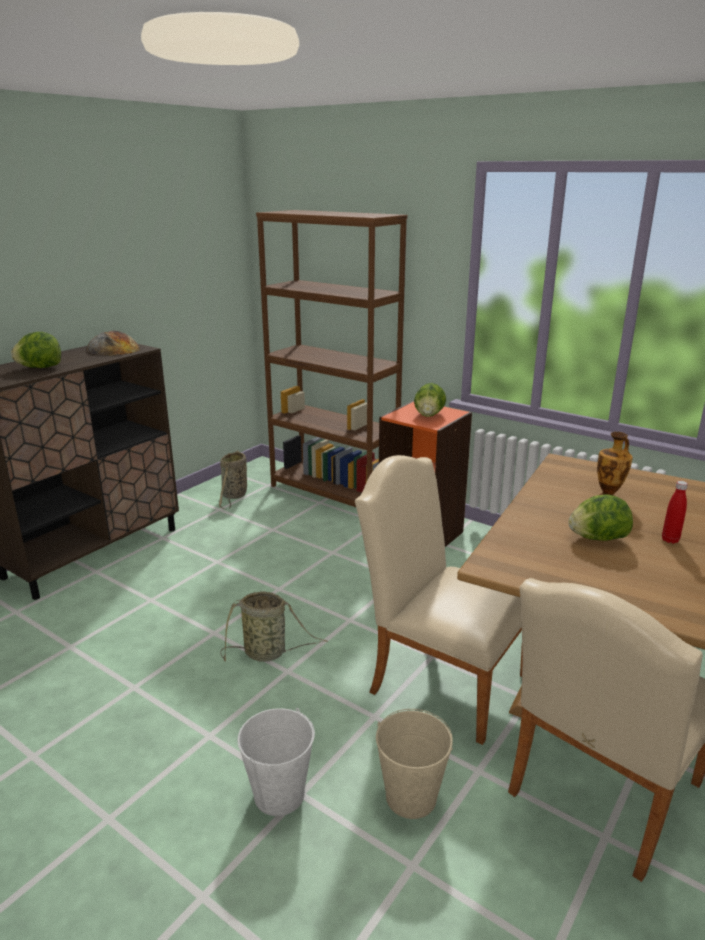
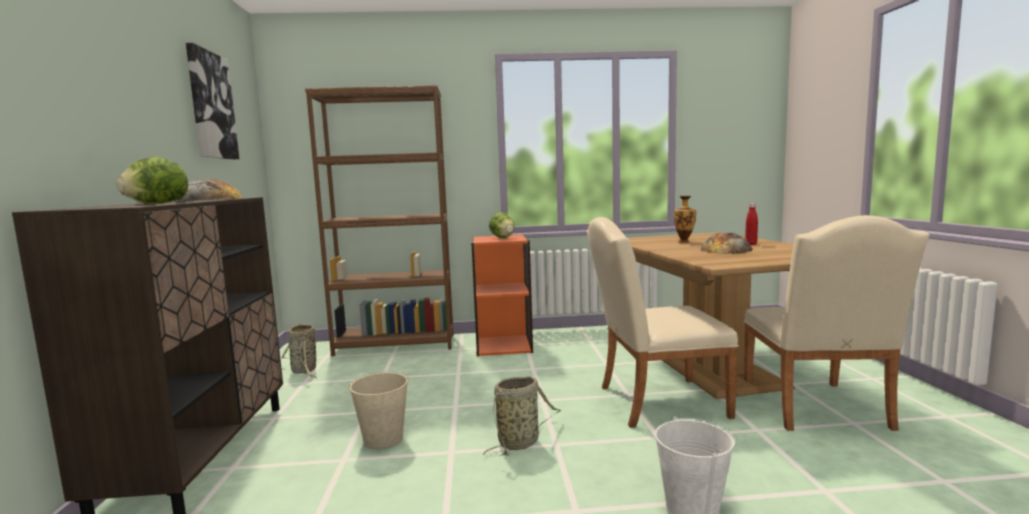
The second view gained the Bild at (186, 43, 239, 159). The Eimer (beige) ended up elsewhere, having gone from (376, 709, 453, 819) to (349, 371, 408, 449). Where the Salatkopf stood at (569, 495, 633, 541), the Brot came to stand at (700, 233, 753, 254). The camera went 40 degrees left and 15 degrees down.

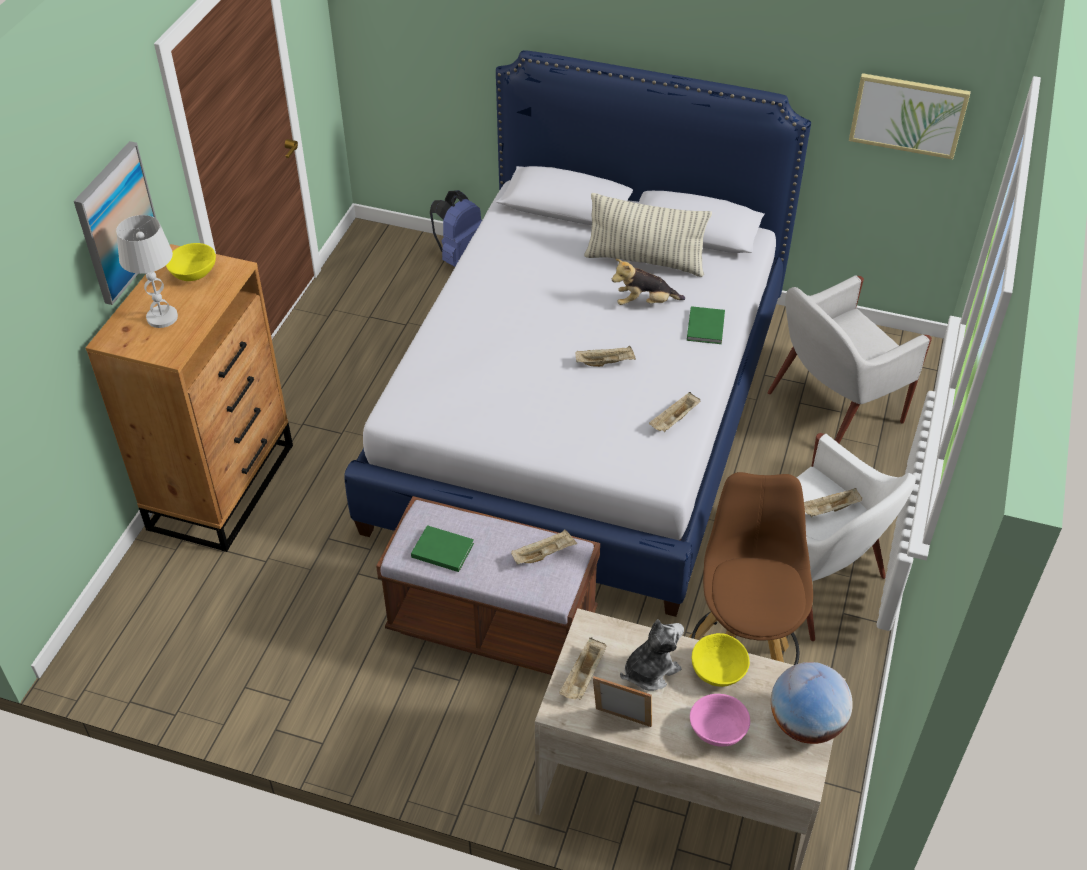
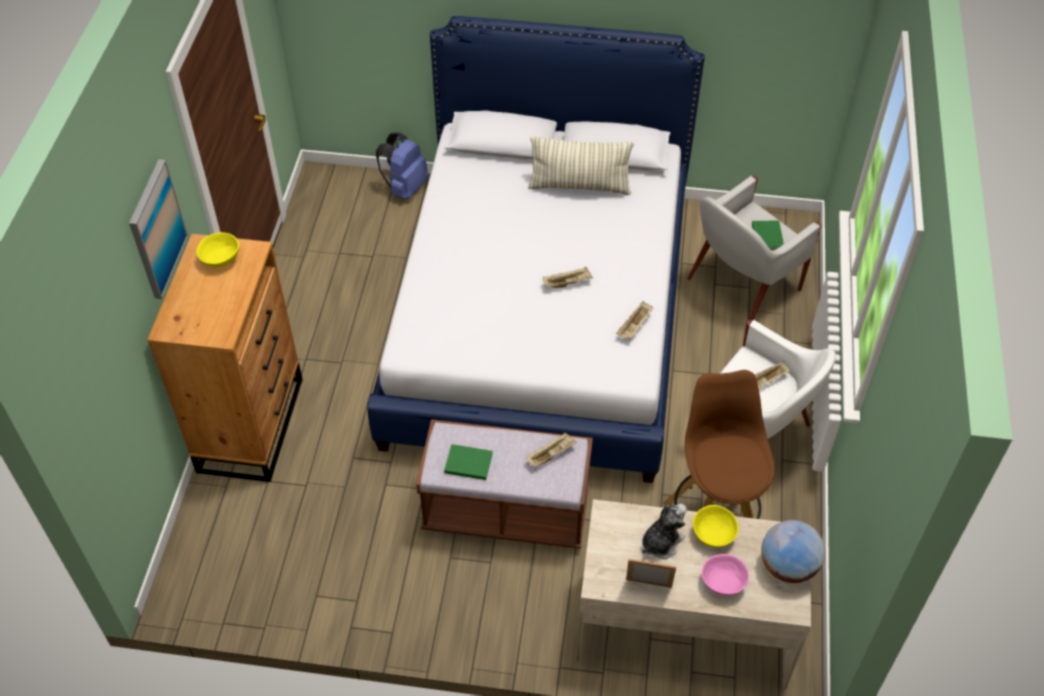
The second view lost the Tischlampe (weiß) at (116, 215, 178, 328). The second view lost the Tablett (beige) at (559, 637, 607, 700). The second view lost the Plüschtier at (612, 259, 685, 305). The second view lost the Bild at (849, 73, 971, 159). The Buch (grün) ended up elsewhere, having gone from (687, 306, 725, 344) to (752, 221, 784, 250). The camera went 10 degrees left and 5 degrees up.

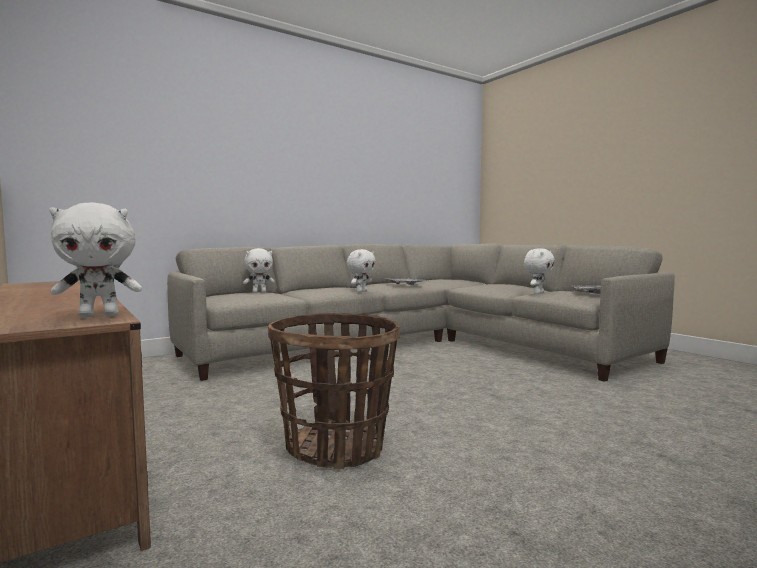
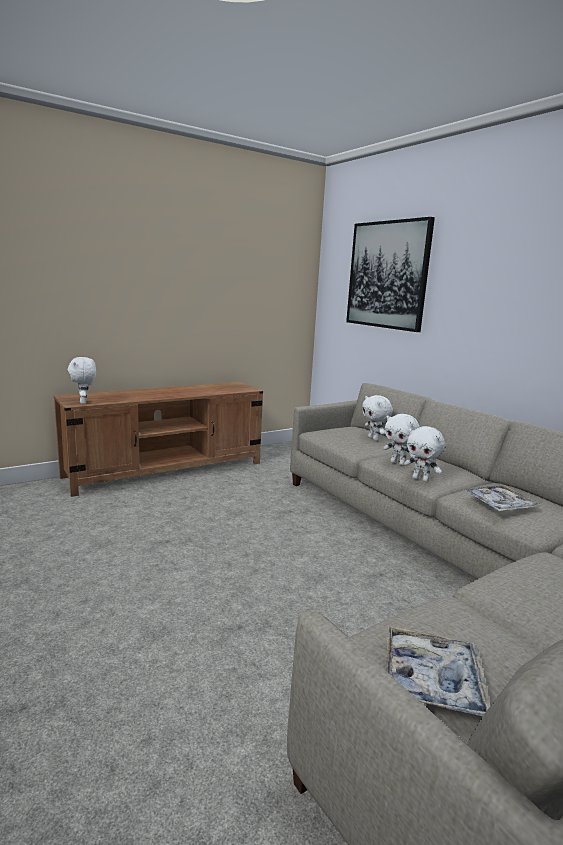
The second view lost the Korb at (268, 313, 400, 470). The second view gained the Bild at (346, 217, 435, 332). The Plüschtier (weiß) ended up elsewhere, having gone from (524, 248, 555, 294) to (383, 414, 420, 466). The camera went 90 degrees right and 10 degrees up.

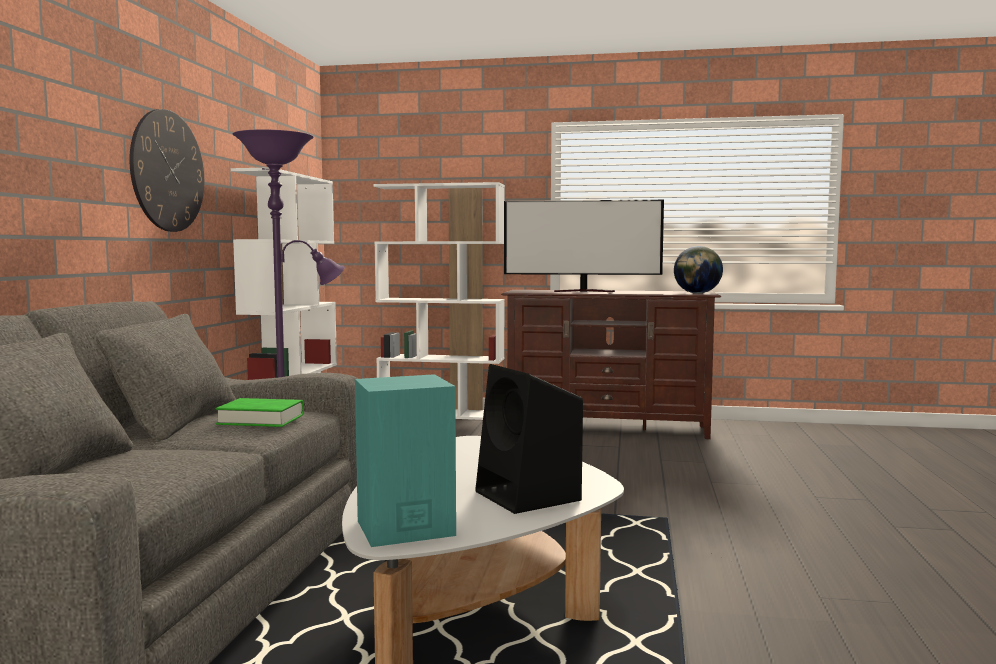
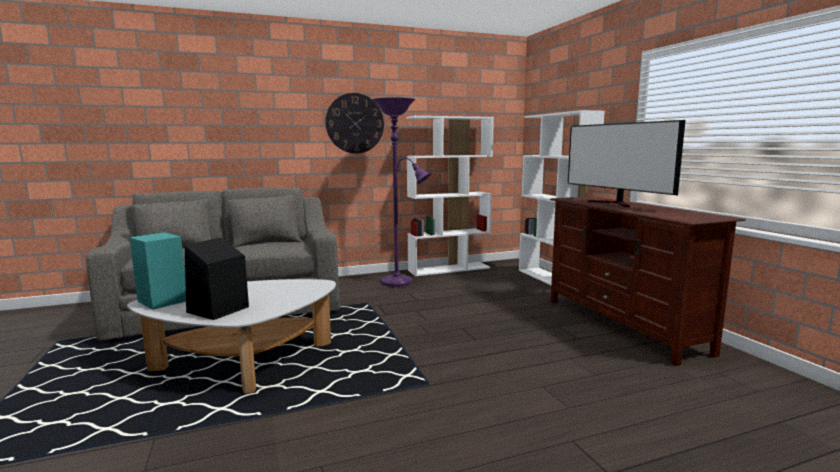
The second view lost the Buch (grün) at (215, 398, 304, 427). The second view lost the Globus at (674, 246, 723, 294). The camera went 60 degrees right and 5 degrees up.

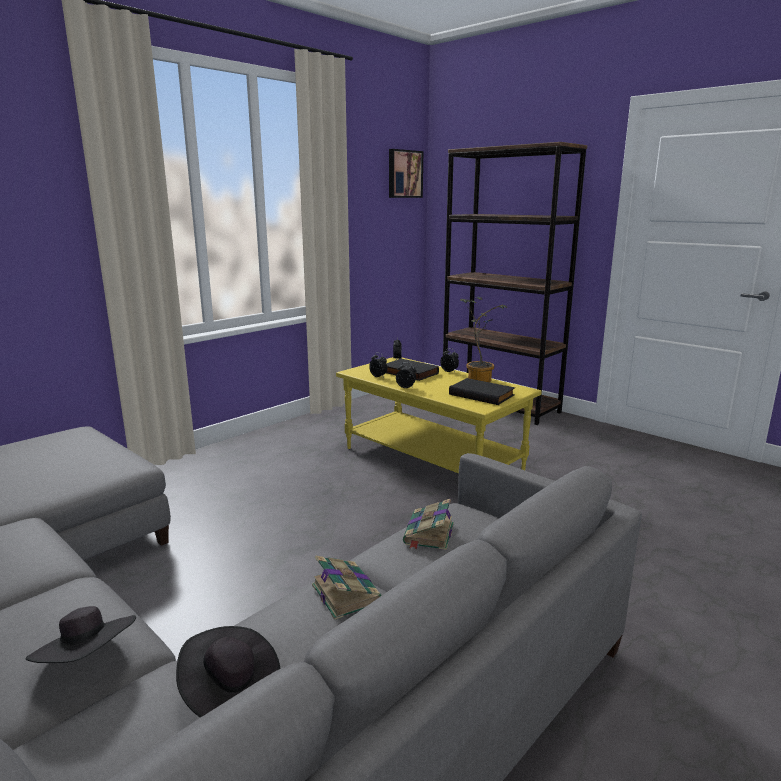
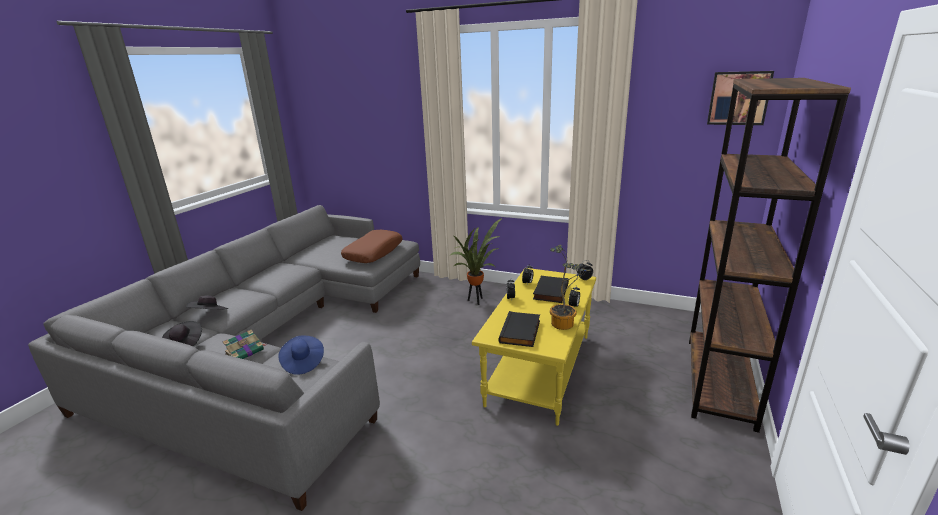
The second view gained the Kissen (braun) at (341, 230, 403, 263). The second view gained the Topfpflanze at (451, 218, 502, 305). Where the Buch stood at (403, 499, 454, 550), the Hut (blau) came to stand at (278, 336, 324, 375). The camera went 70 degrees right and 5 degrees up.

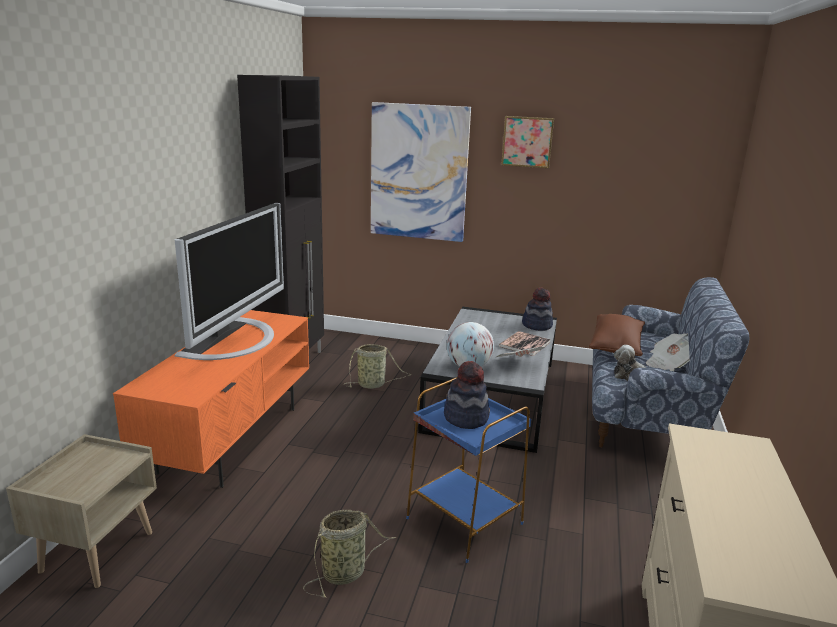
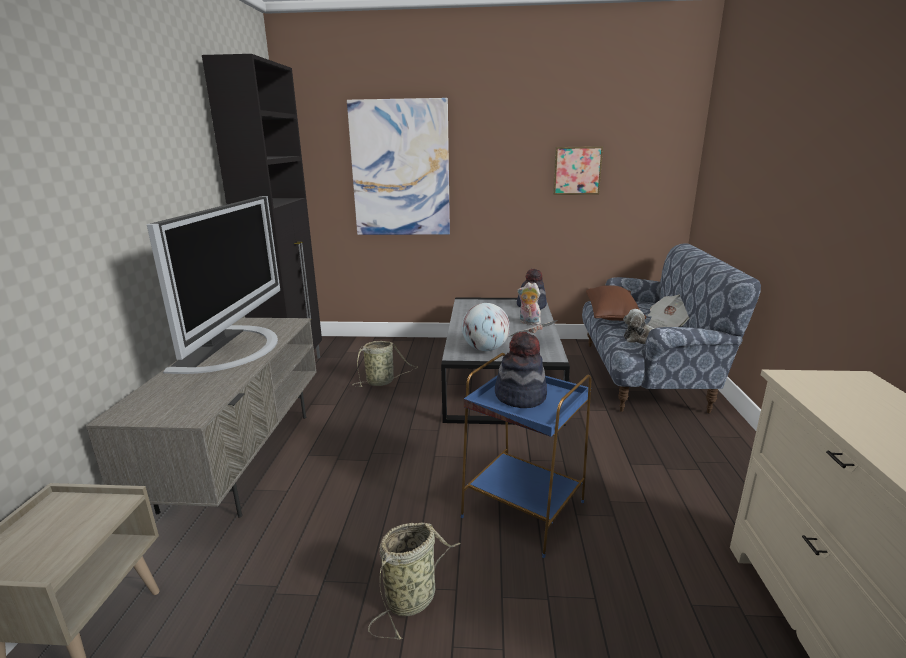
The Bild ended up elsewhere, having gone from (501, 116, 554, 168) to (553, 146, 603, 195). Where the Buch stood at (499, 331, 551, 356), the Plüschtier came to stand at (517, 282, 541, 325). What was the Fernsehschrank (orange) at (113, 310, 309, 488) turned into the Fernsehschrank (grau) at (86, 318, 316, 517). The camera went 10 degrees left and 0 degrees up.

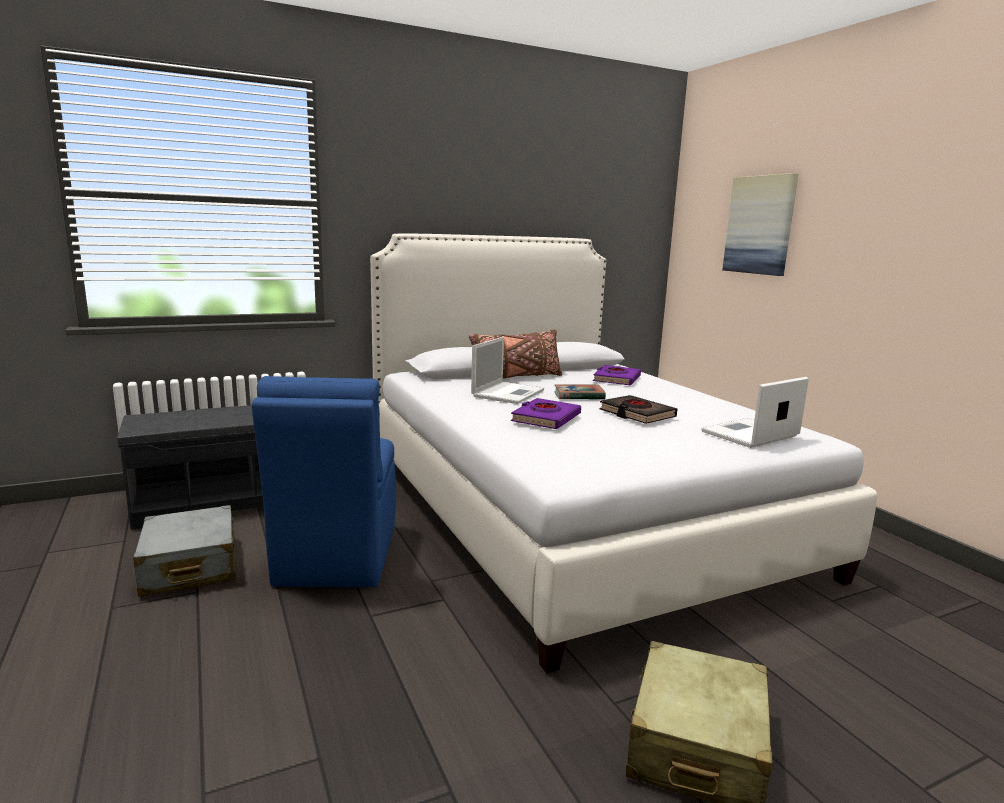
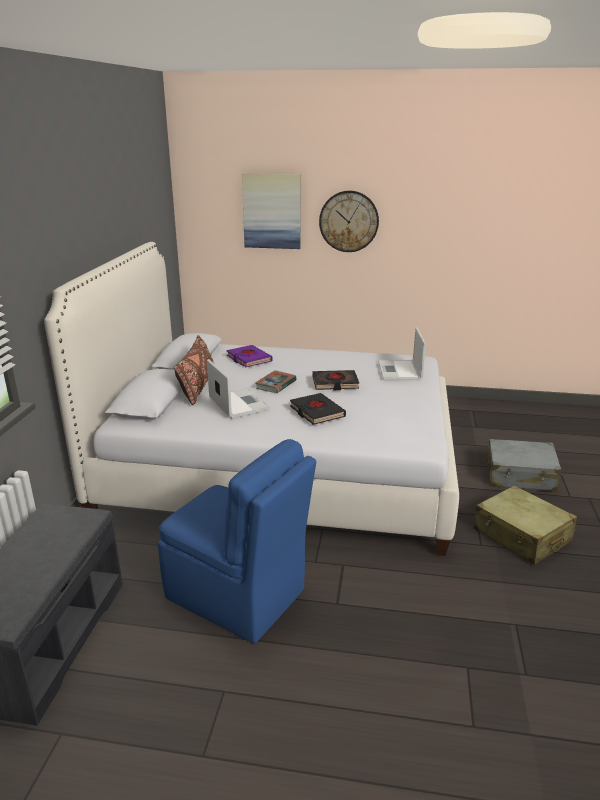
The second view gained the Wanduhr at (319, 191, 379, 252). The Koffer (grau) ended up elsewhere, having gone from (133, 505, 236, 597) to (487, 439, 562, 492). What was the Buch (lila) at (511, 398, 581, 429) turned into the Buch (schwarz) at (290, 393, 346, 425). The camera went 55 degrees left and 10 degrees up.

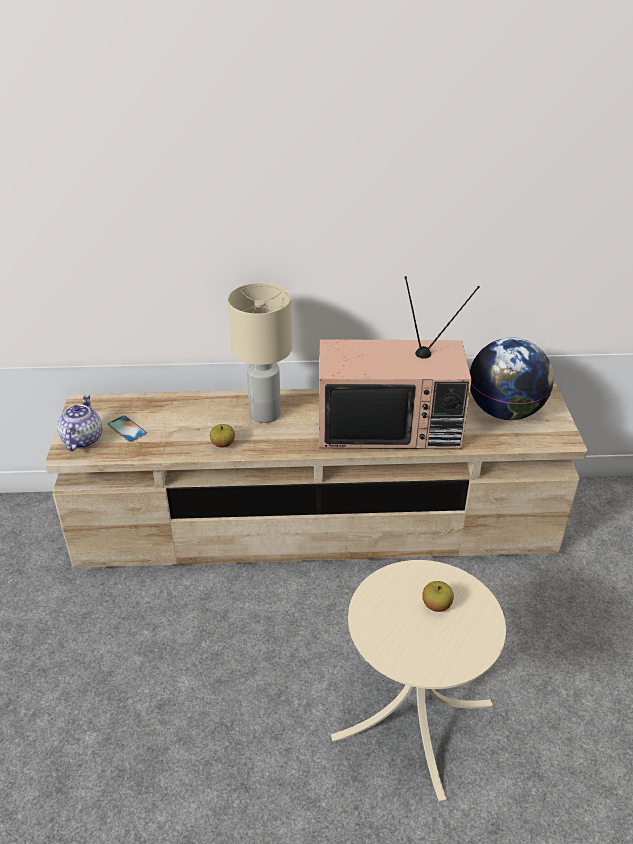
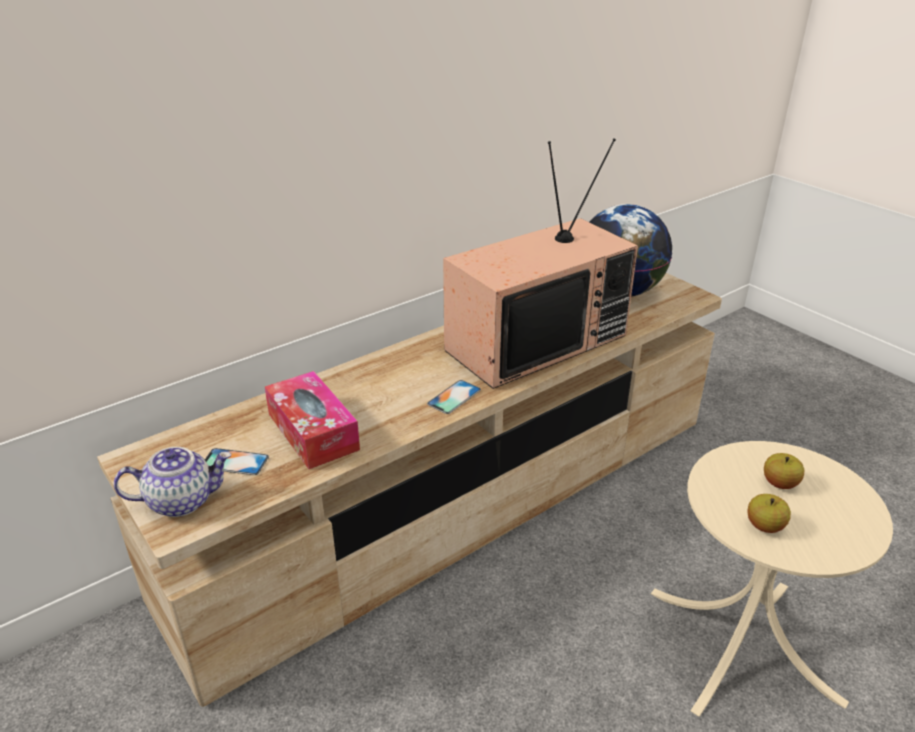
The second view lost the Tischlampe (beige) at (228, 283, 292, 423). The second view gained the Taschentuchbox at (265, 371, 360, 469). The second view gained the Handy at (427, 380, 481, 414). The Apfel ended up elsewhere, having gone from (210, 424, 235, 448) to (747, 494, 791, 533). The Teekanne at (57, 394, 102, 451) ended up facing another way, 105 degrees clockwise from before. The camera went 35 degrees left and 5 degrees down.

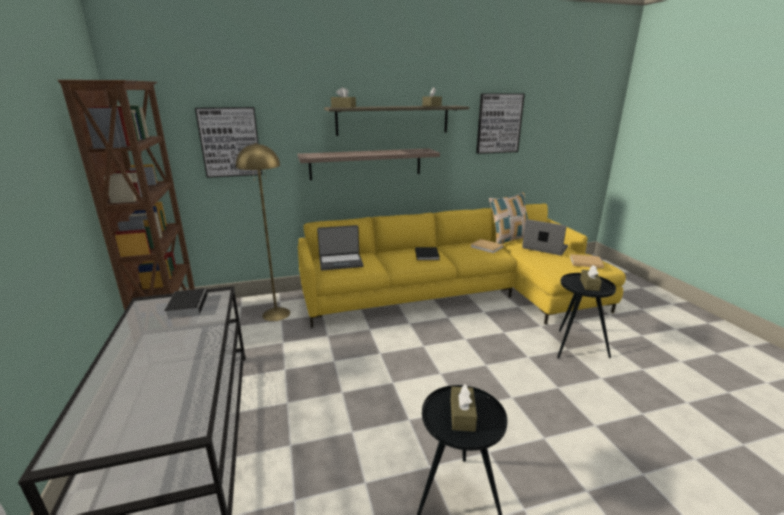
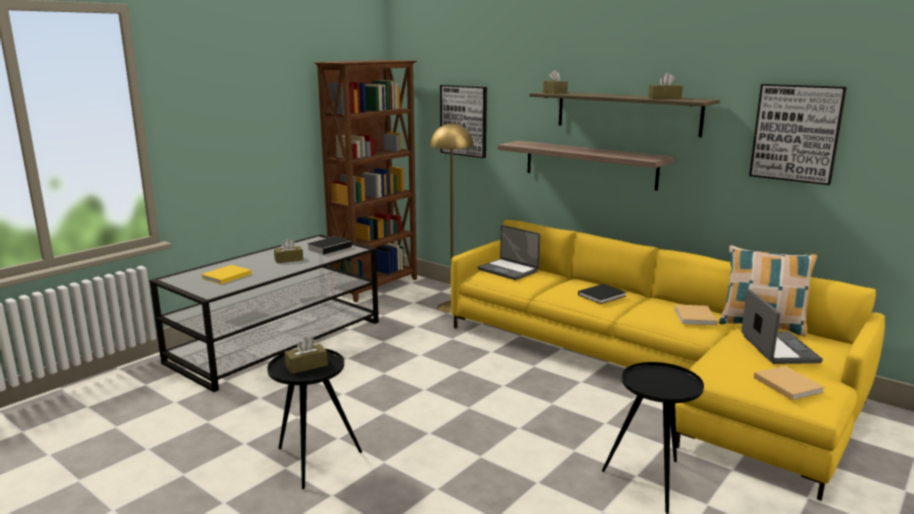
The second view gained the Buch (gelb) at (201, 265, 252, 284). The Taschentuchbox (braun) ended up elsewhere, having gone from (580, 265, 602, 291) to (274, 239, 303, 264). The camera went 55 degrees right and 5 degrees down.

